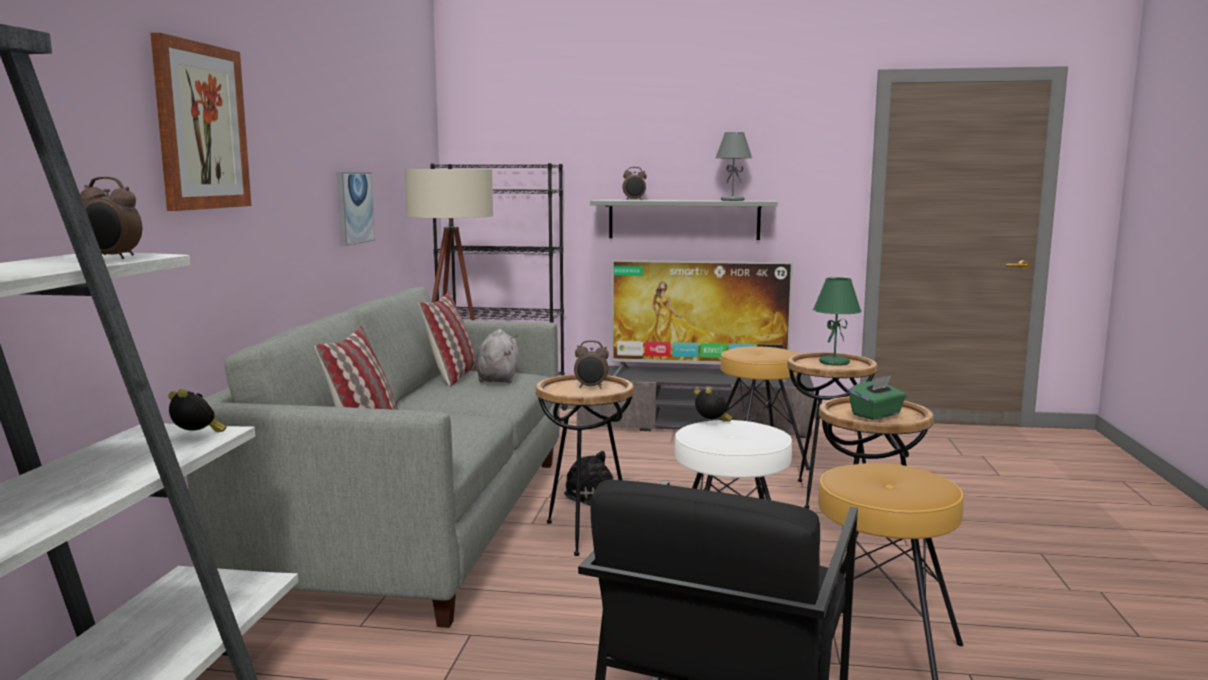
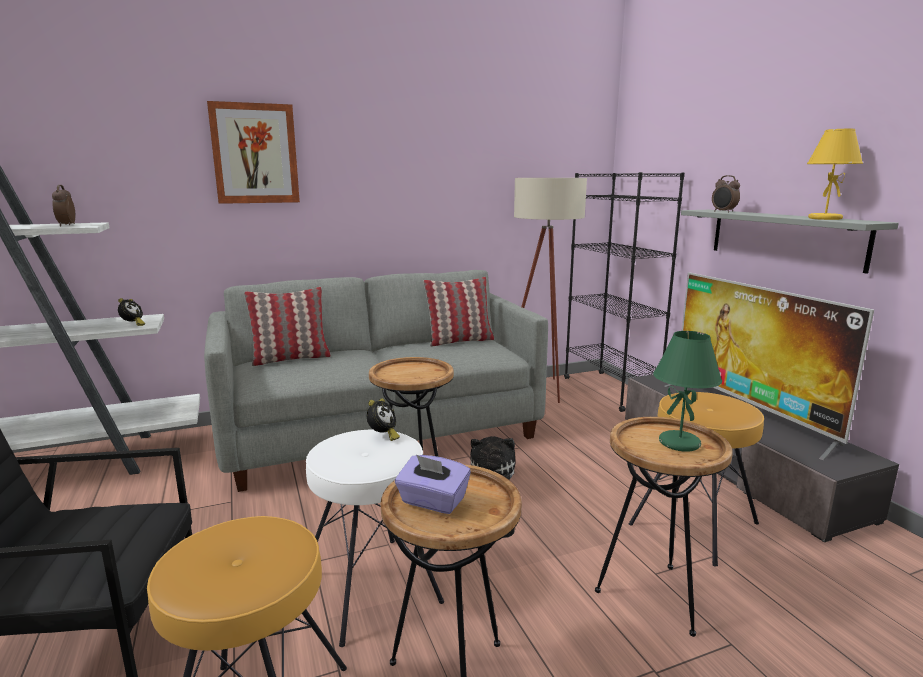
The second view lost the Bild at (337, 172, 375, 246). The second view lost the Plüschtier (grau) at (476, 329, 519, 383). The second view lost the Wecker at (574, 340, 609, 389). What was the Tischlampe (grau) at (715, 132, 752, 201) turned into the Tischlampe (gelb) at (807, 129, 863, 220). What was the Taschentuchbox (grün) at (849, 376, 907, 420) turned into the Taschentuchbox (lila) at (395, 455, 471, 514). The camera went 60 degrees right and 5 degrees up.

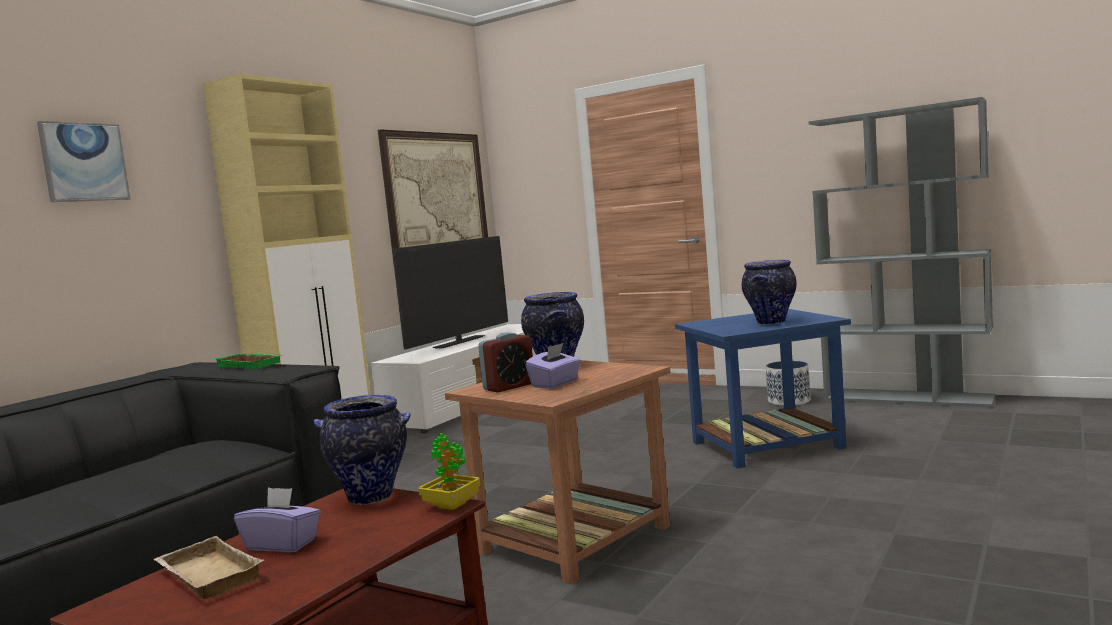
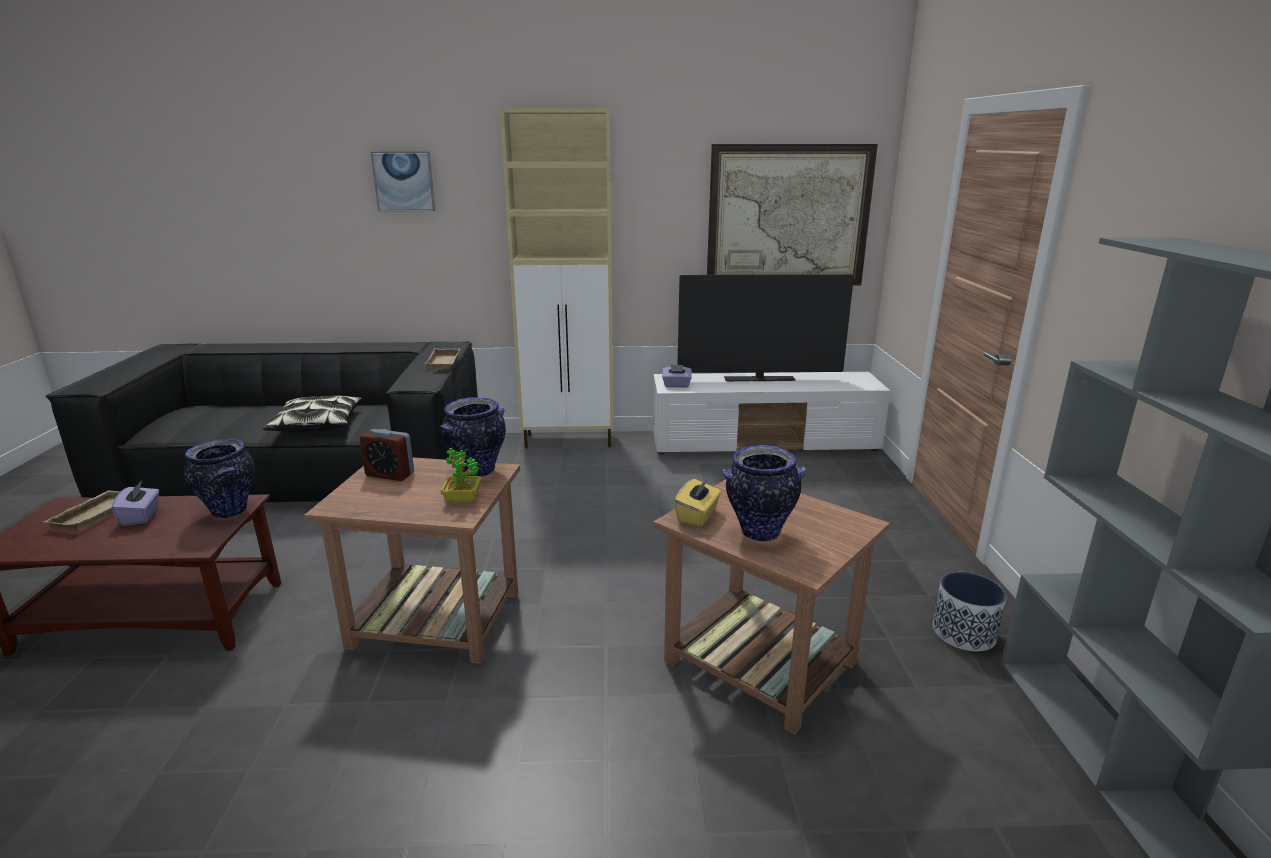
The second view gained the Kissen at (263, 396, 362, 432). The second view gained the Taschentuchbox (gelb) at (674, 477, 721, 527). The Topfpflanze ended up elsewhere, having gone from (418, 433, 481, 510) to (441, 448, 482, 503). The Taschentuchbox (lila) ended up elsewhere, having gone from (525, 343, 581, 389) to (662, 364, 692, 388). What was the Tablett (grün) at (214, 353, 283, 369) turned into the Tablett (beige) at (425, 348, 460, 370). What was the Beistelltisch (blau) at (675, 309, 851, 469) turned into the Beistelltisch (braun) at (653, 479, 890, 735). The camera went 55 degrees right and 15 degrees up.

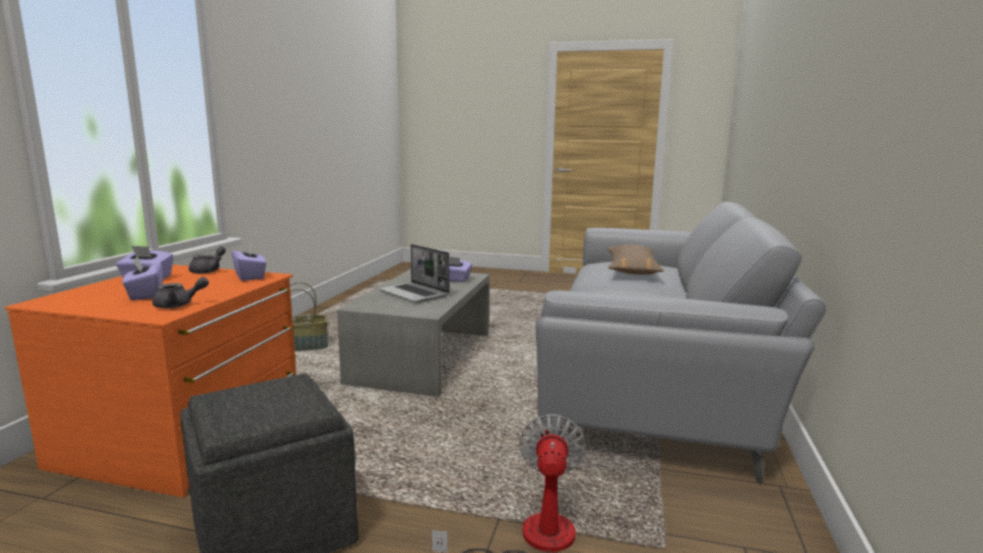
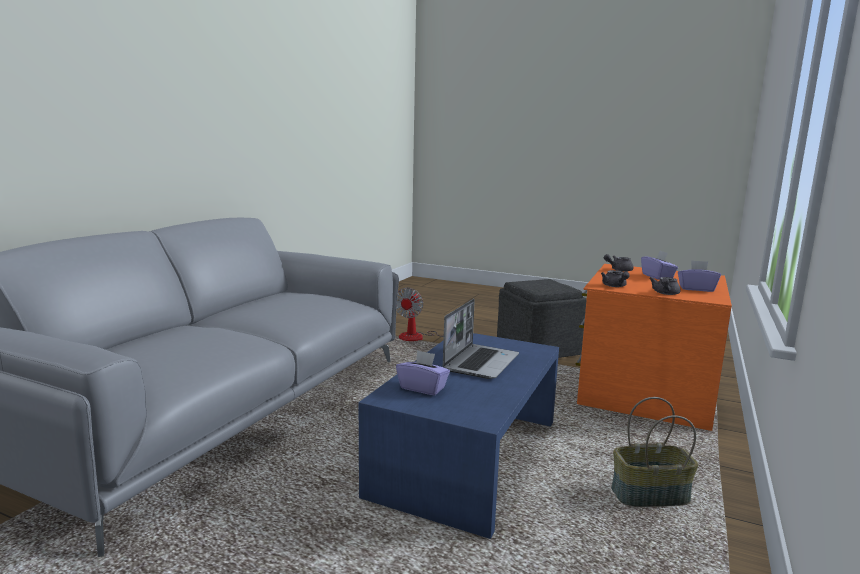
The second view lost the Kissen (braun) at (607, 244, 664, 275). Where the Taschentuchbox (lila) stood at (232, 243, 267, 281), the Teekanne (grau) came to stand at (601, 270, 630, 287). What was the Couchtisch (grau) at (337, 269, 489, 397) turned into the Couchtisch (blau) at (359, 333, 559, 539). The Laptop at (379, 244, 450, 303) ended up facing another way, 60 degrees clockwise from before. The camera went 170 degrees left and 0 degrees up.

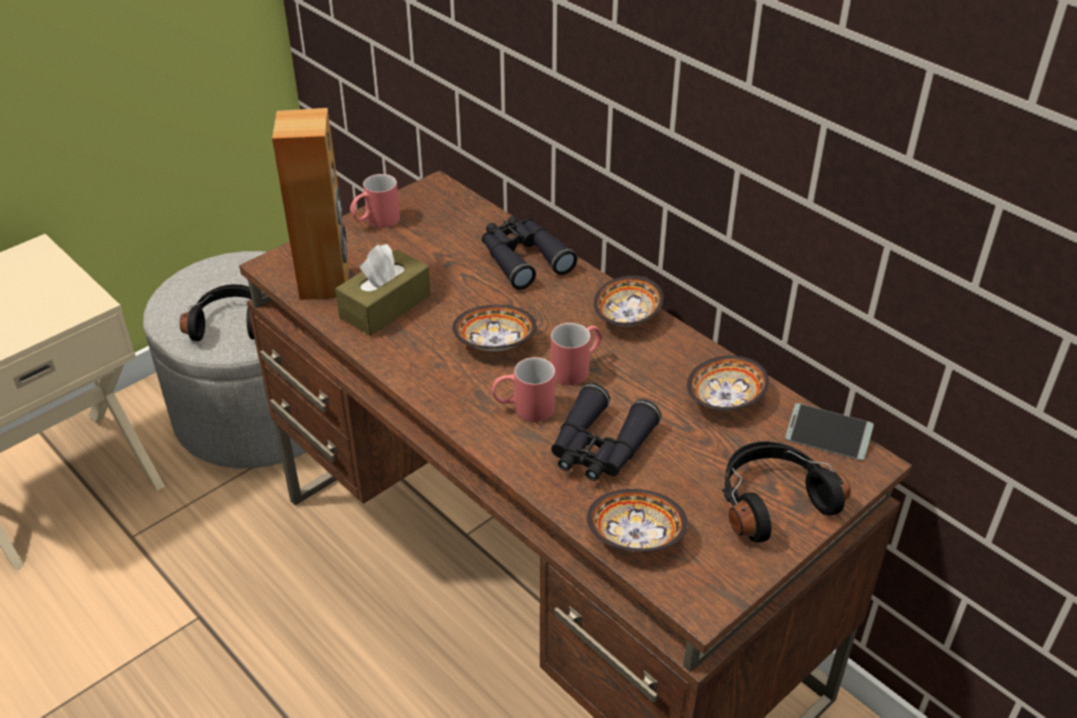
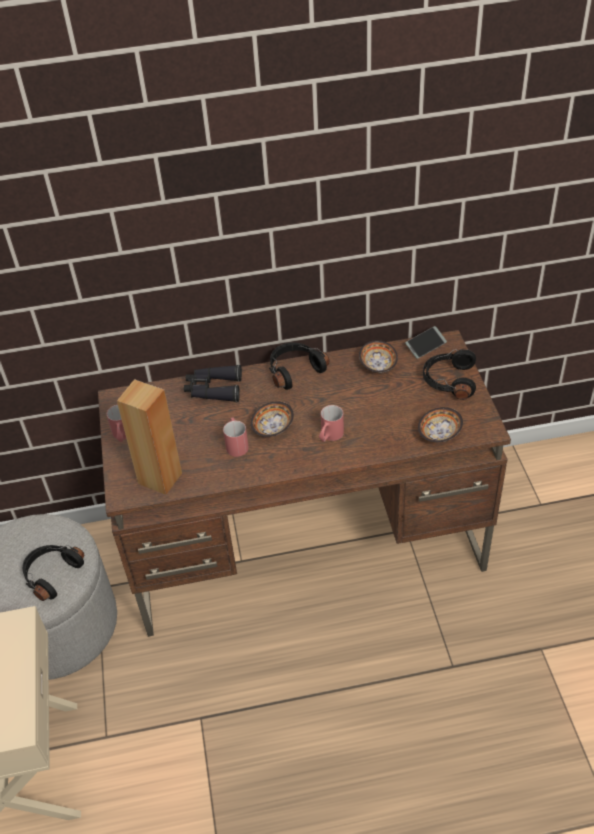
The second view lost the Taschentuchbox (braun) at (335, 244, 431, 336). The second view lost the Fernglas (schwarz) at (551, 383, 661, 481). The Henkelbecher (rot) ended up elsewhere, having gone from (551, 323, 602, 386) to (223, 418, 249, 457). Where the Schüssel stood at (594, 275, 664, 327), the Kopfhörer (schwarz) came to stand at (269, 343, 330, 390). The camera went 55 degrees left and 5 degrees up.

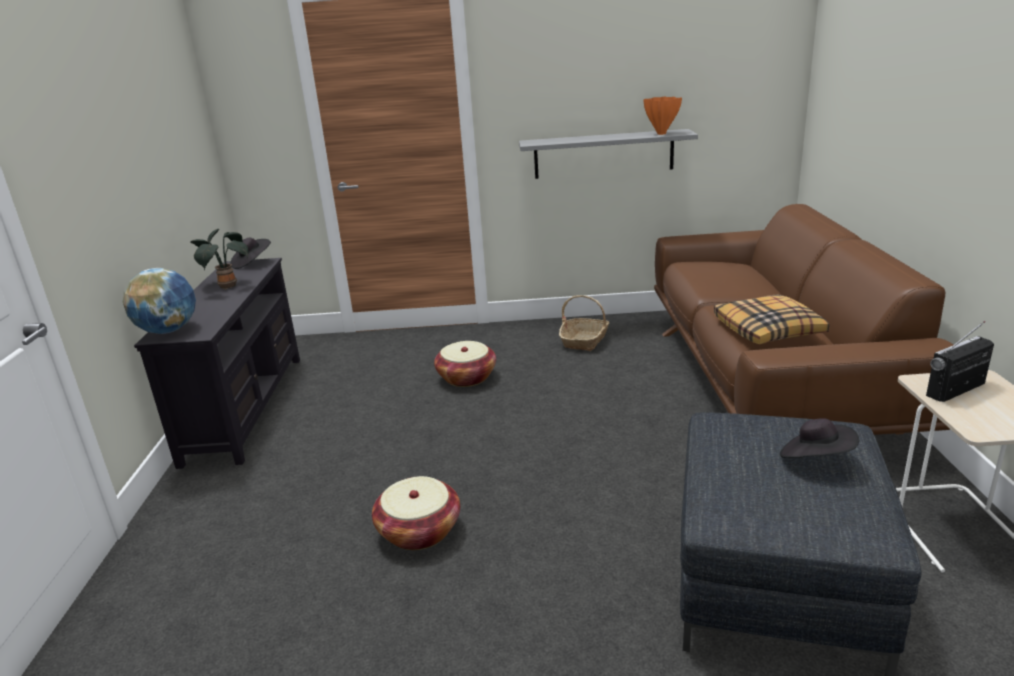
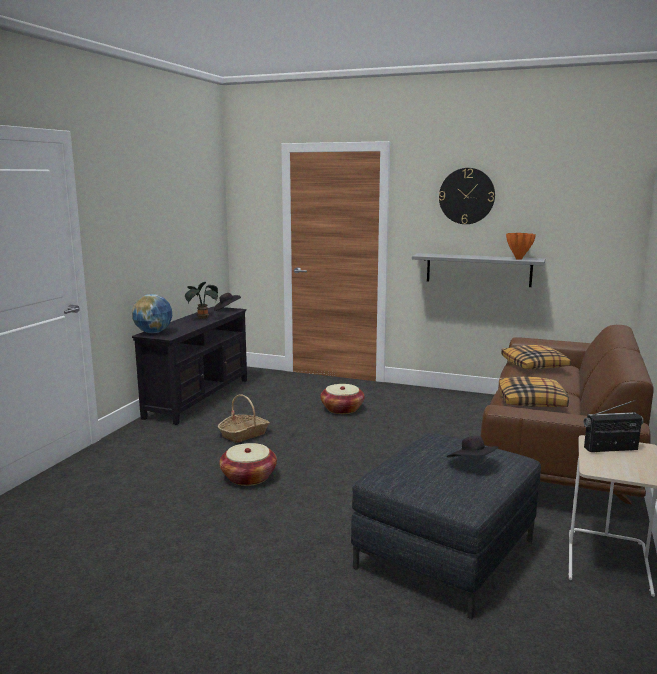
The second view gained the Wanduhr at (439, 168, 495, 224). The second view gained the Kissen at (501, 345, 571, 369). The Korb ended up elsewhere, having gone from (559, 295, 609, 351) to (218, 394, 270, 443). The camera went 20 degrees right and 10 degrees down.

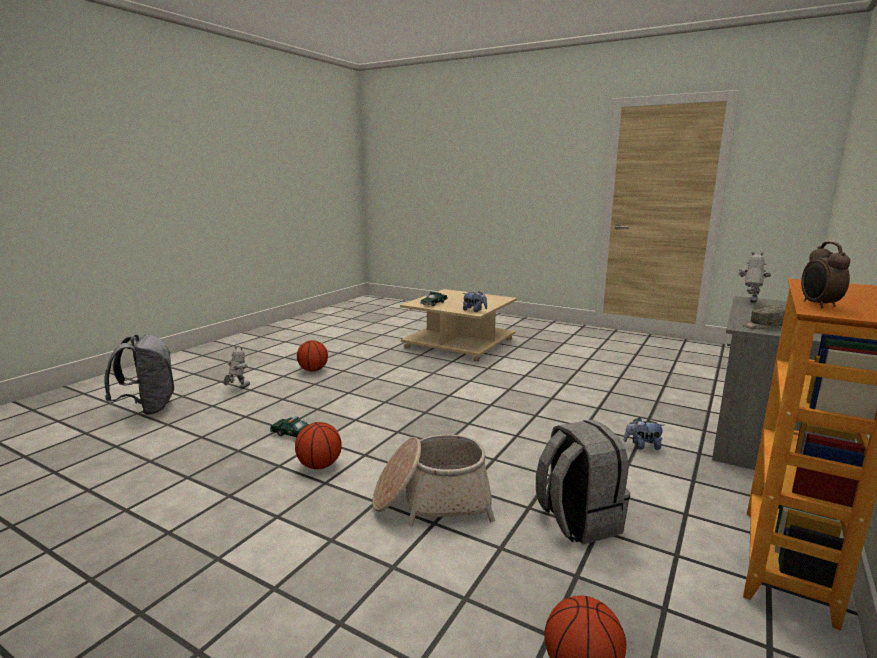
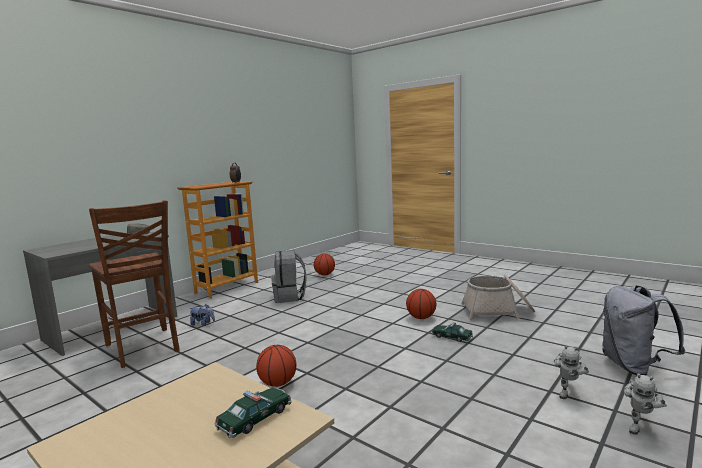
The second view lost the Plüschtier at (463, 291, 487, 312). The second view gained the Stuhl (braun) at (89, 200, 180, 368). The Basketball ended up elsewhere, having gone from (297, 340, 328, 371) to (256, 345, 296, 387). The Korb ended up elsewhere, having gone from (372, 434, 495, 526) to (461, 275, 535, 320). The Spielzeugroboter ended up elsewhere, having gone from (737, 252, 771, 303) to (623, 373, 667, 435). The camera went 170 degrees left and 5 degrees down.

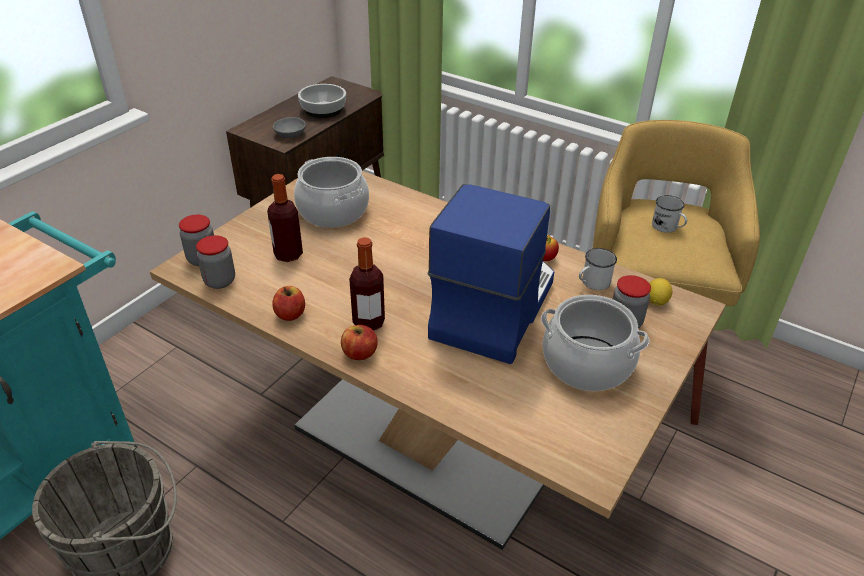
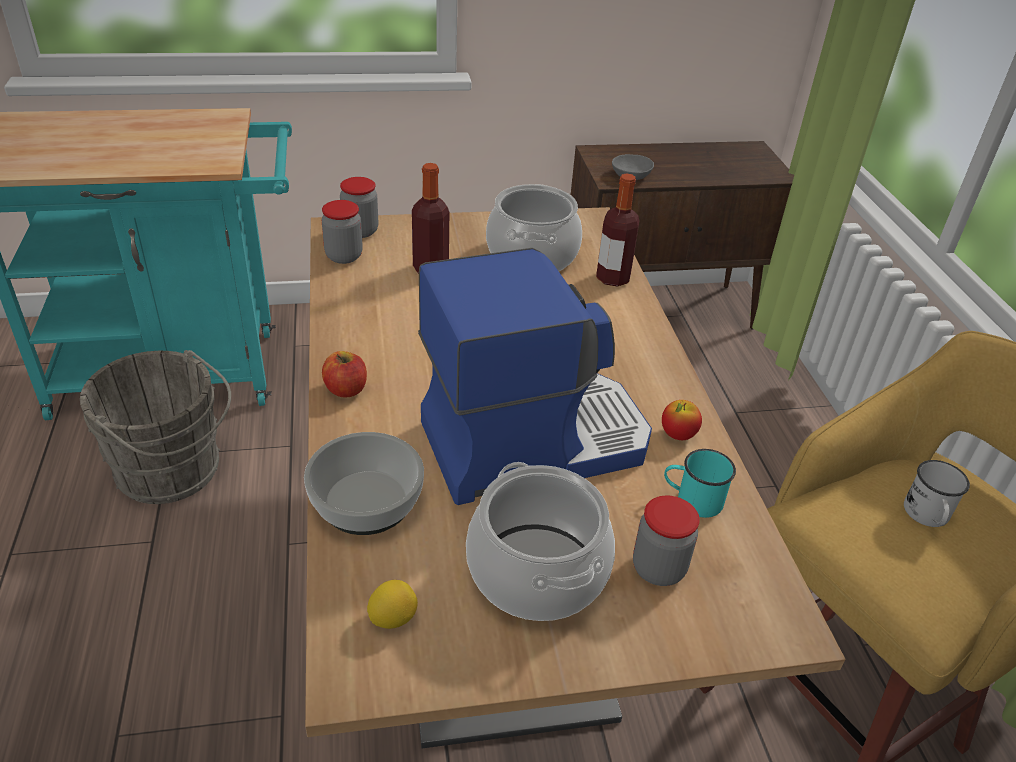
The second view lost the Apfel at (272, 286, 305, 321). The Schüssel ended up elsewhere, having gone from (298, 84, 346, 118) to (304, 432, 424, 535). The Flasche ended up elsewhere, having gone from (349, 237, 385, 331) to (596, 173, 640, 287). The Zitrone ended up elsewhere, having gone from (649, 278, 673, 306) to (367, 580, 418, 629). What was the Henkelbecher (weiß) at (579, 248, 617, 290) turned into the Henkelbecher (türkis) at (664, 449, 736, 518). The camera went 45 degrees right and 0 degrees up.

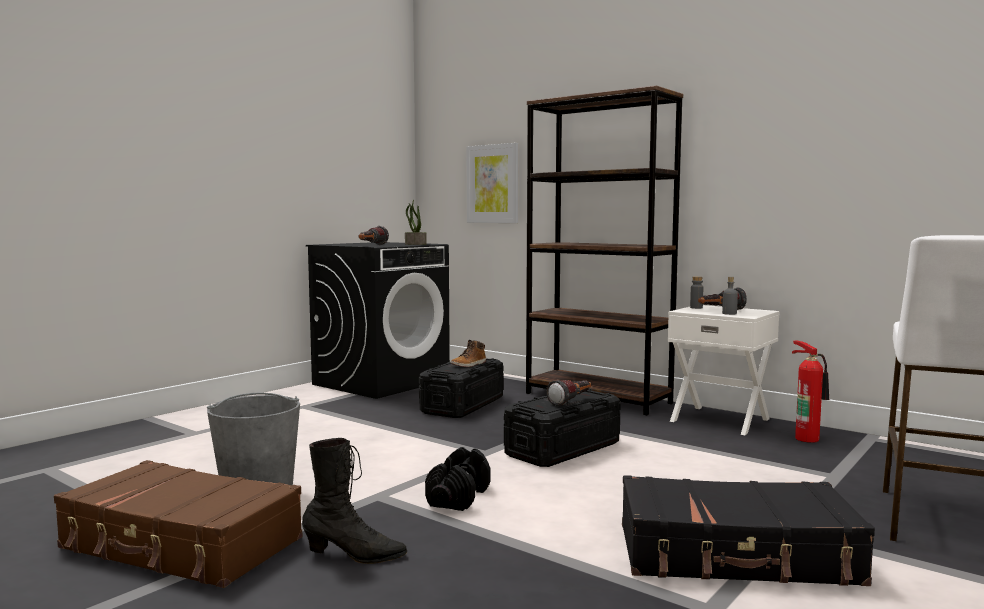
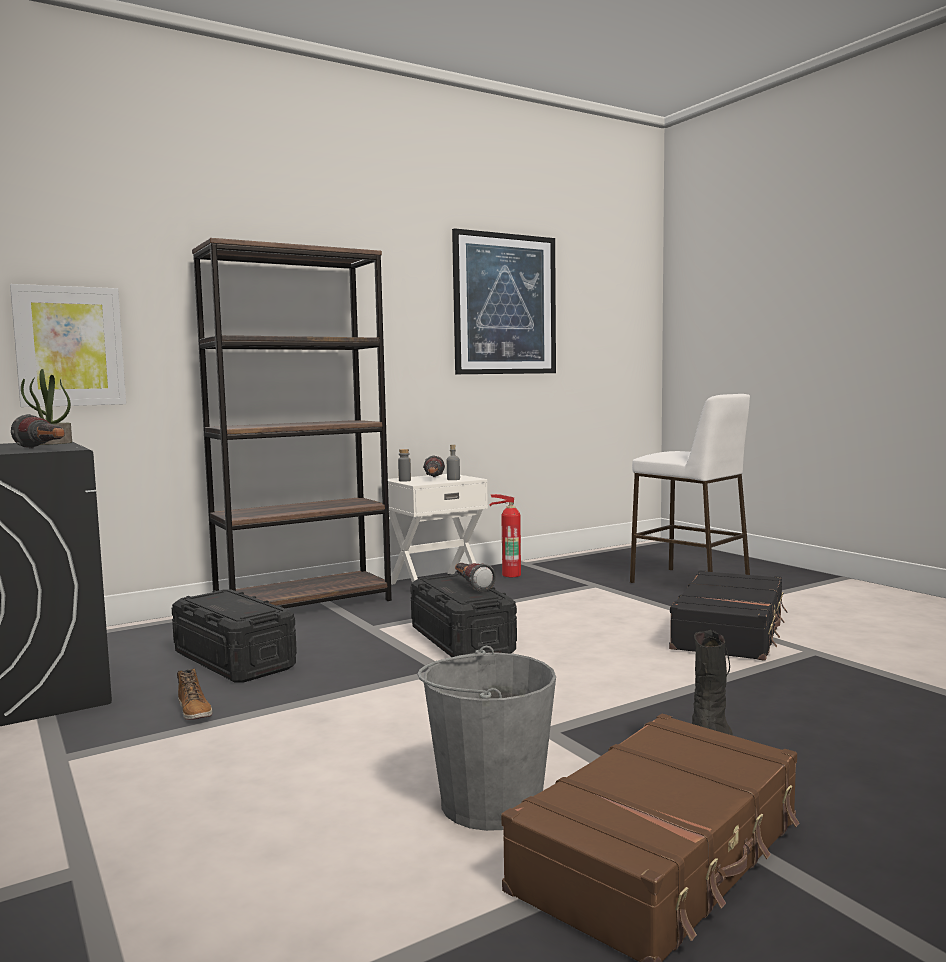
The second view lost the Hantel (schwarz) at (425, 447, 491, 511). The second view gained the Bild at (452, 228, 556, 374). The Stiefel ended up elsewhere, having gone from (451, 340, 486, 367) to (177, 668, 212, 720). The camera went 70 degrees left and 0 degrees up.

